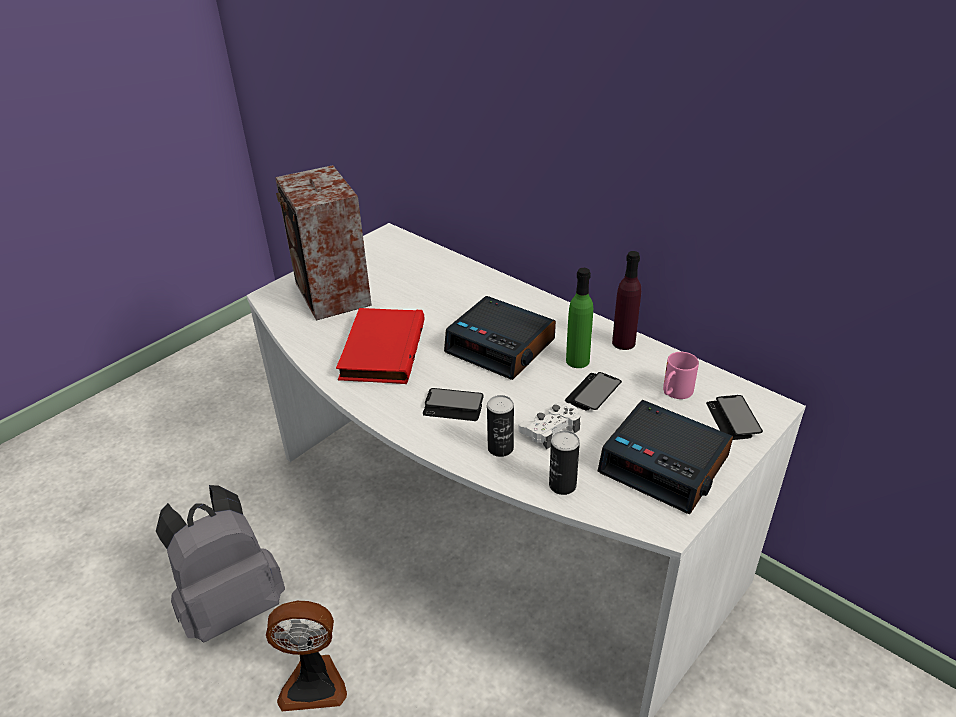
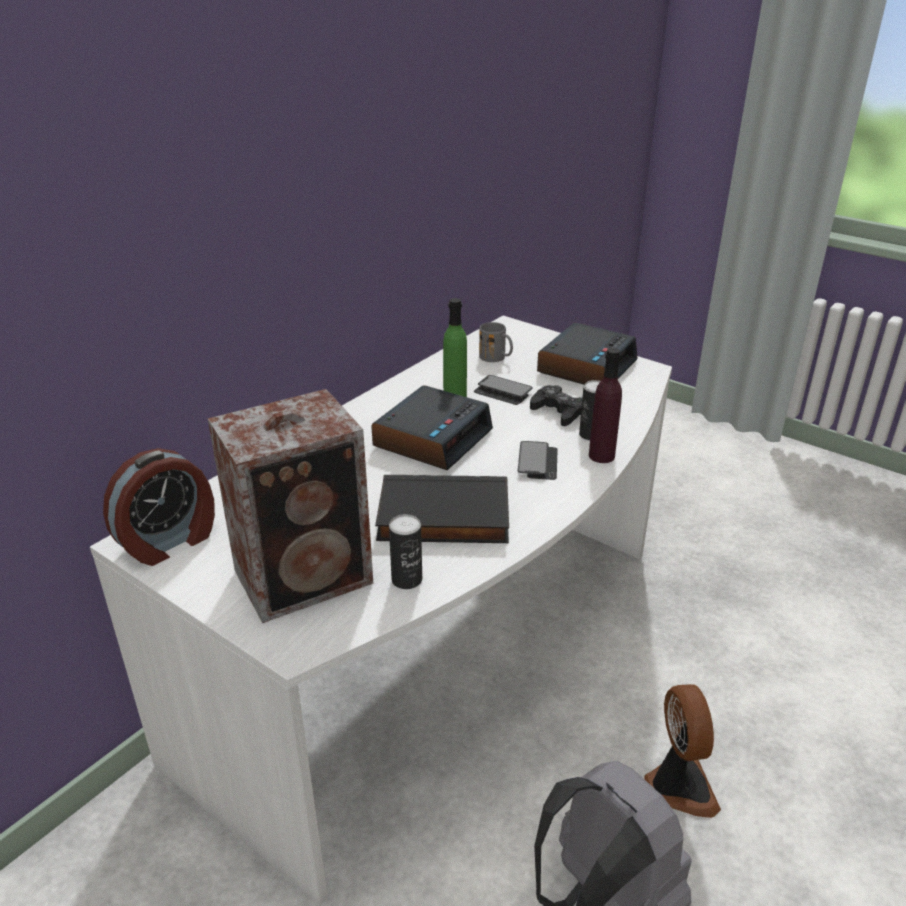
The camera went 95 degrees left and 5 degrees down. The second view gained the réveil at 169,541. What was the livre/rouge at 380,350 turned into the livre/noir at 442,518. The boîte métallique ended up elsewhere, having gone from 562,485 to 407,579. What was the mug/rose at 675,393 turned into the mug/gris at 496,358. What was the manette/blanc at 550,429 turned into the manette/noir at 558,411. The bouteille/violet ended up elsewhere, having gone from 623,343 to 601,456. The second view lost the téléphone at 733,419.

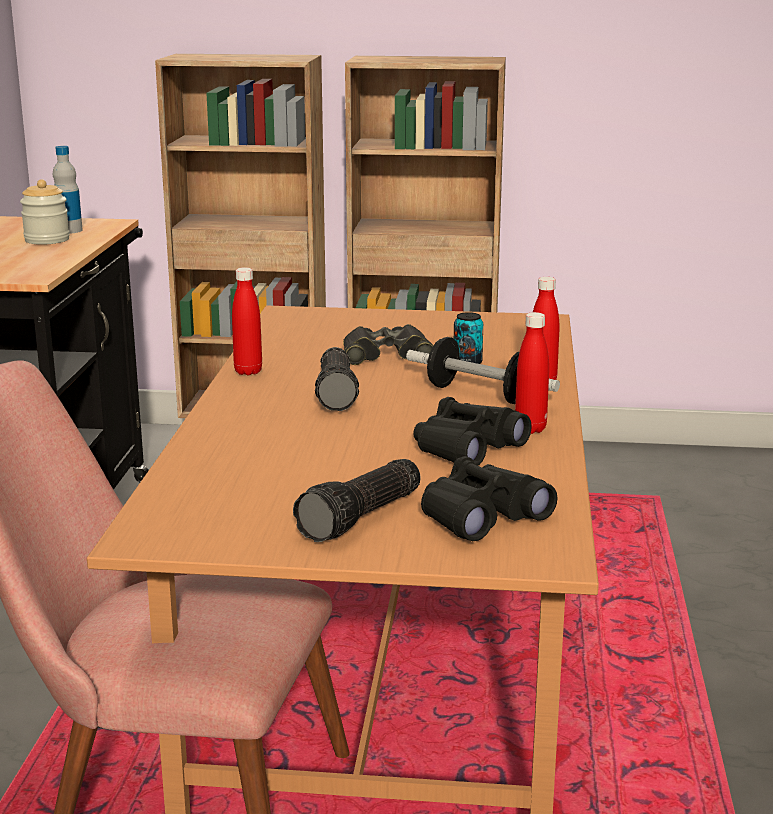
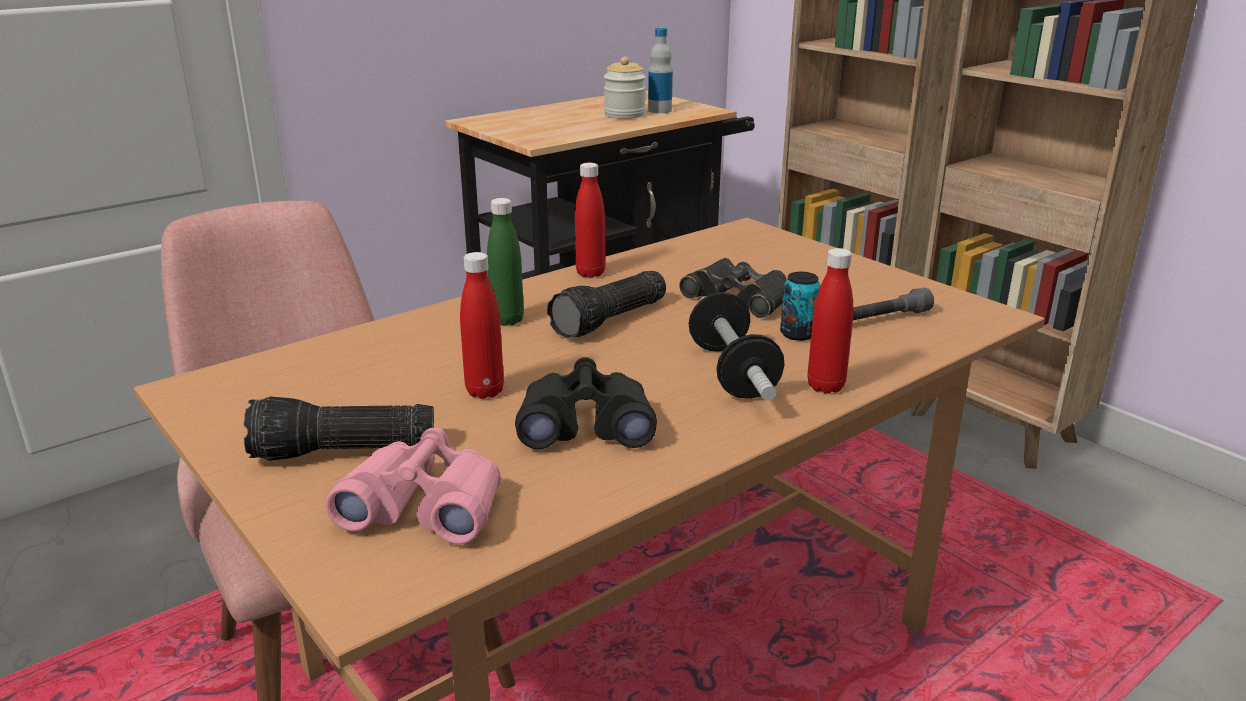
The camera went 45 degrees right and 5 degrees up. What was the jumelles/noir at 481,516 turned into the jumelles/rose at 425,507. The bouteille/rouge ended up elsewhere, having gone from 530,429 to 485,391. The second view gained the bouteille/vert at 507,320. The second view gained the lampe de poche/gris at 885,318.

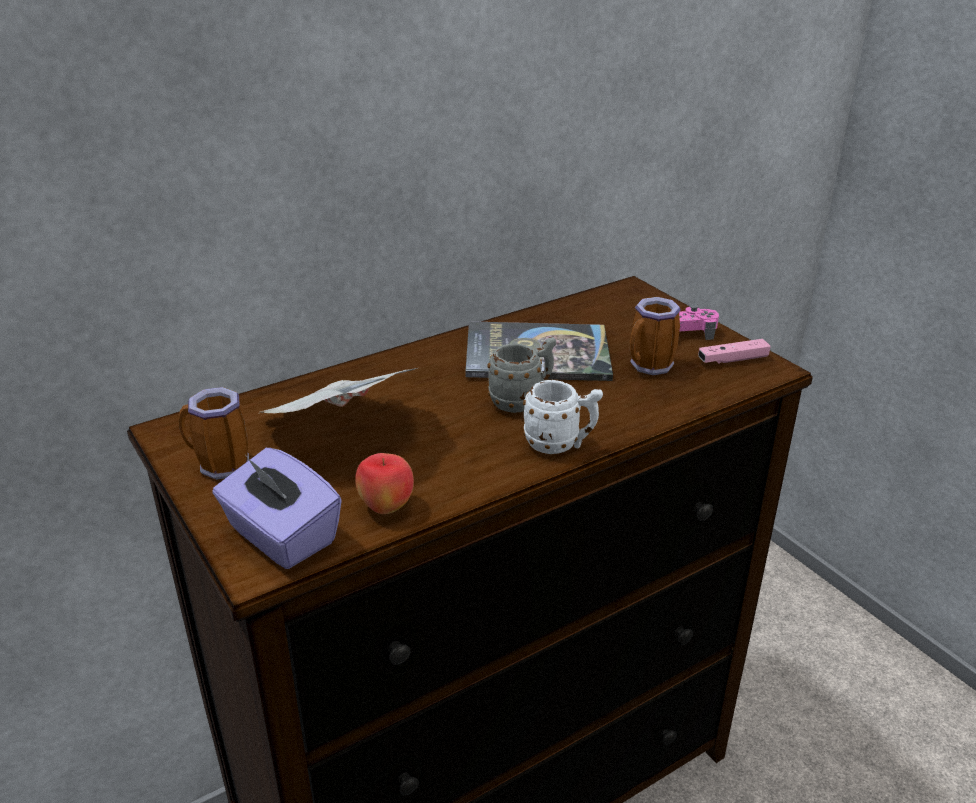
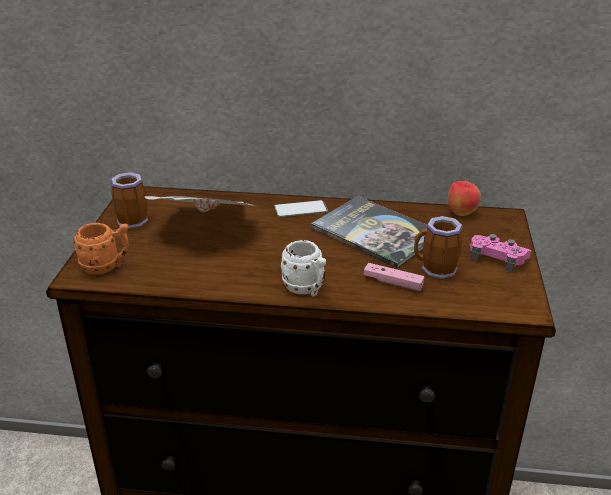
The camera went 40 degrees right and 0 degrees up. Where the boîte à mouchoirs/violet stood at 281,536, the mug/orange came to stand at 107,267. The second view gained the téléphone at 301,209. The manette/rose ended up elsewhere, having gone from 733,359 to 393,282. The pomme ended up elsewhere, having gone from 386,507 to 461,213. The second view lost the mug/gris at 522,401.

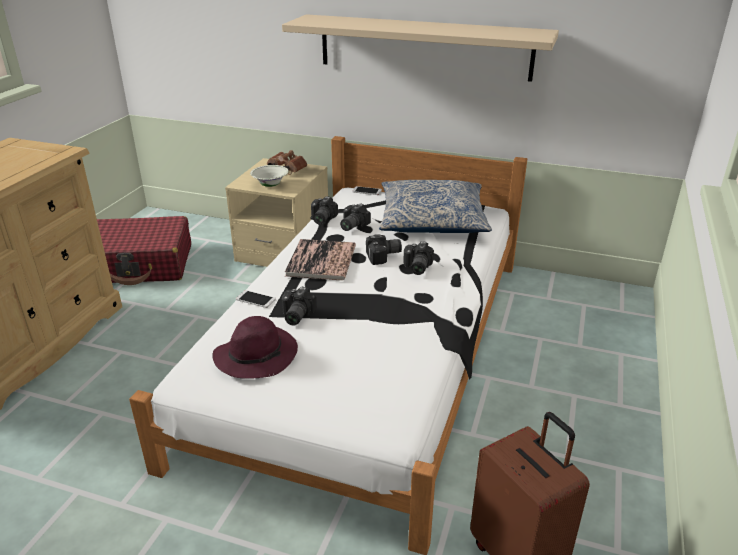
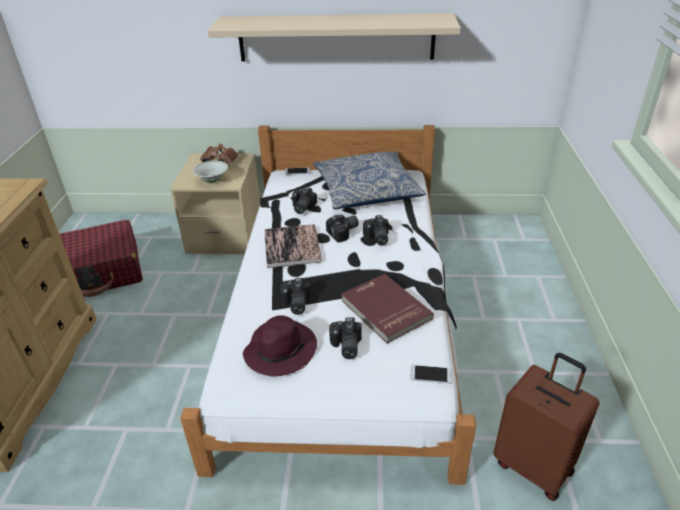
The camera went 15 degrees left and 5 degrees up. The appareil photo ended up elsewhere, having gone from 321,219 to 345,346. The second view gained the livre/rouge at 384,310. The téléphone ended up elsewhere, having gone from 255,299 to 430,374.

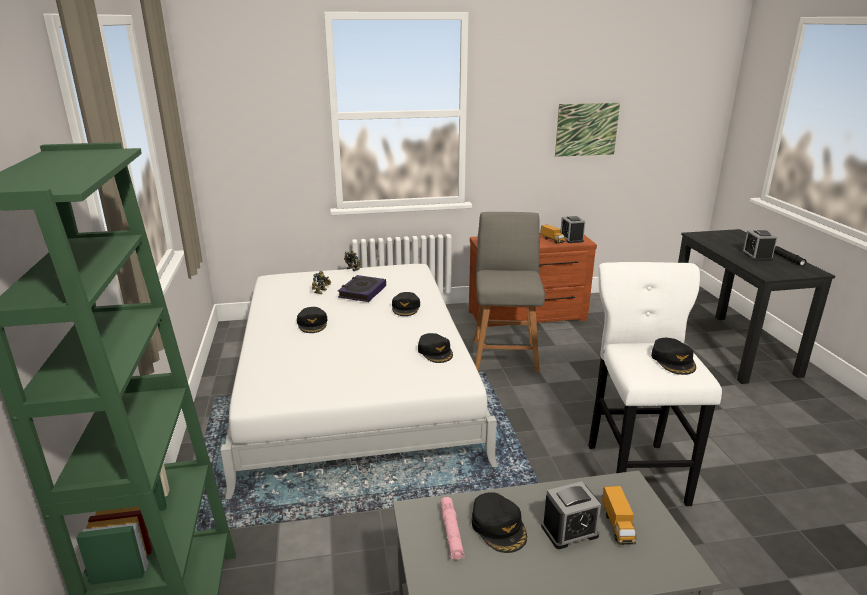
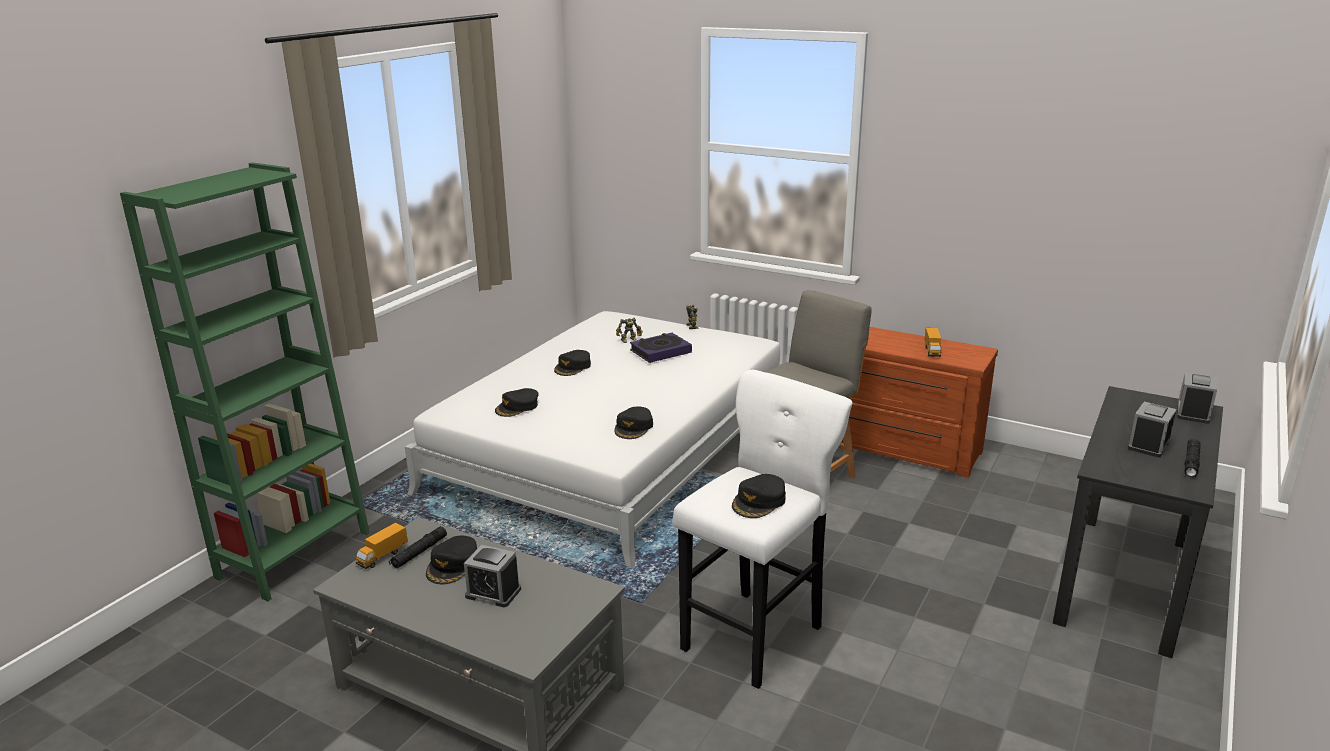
The camera went 40 degrees right and 0 degrees up. The camion jouet ended up elsewhere, having gone from 617,525 to 382,557. What was the lampe de poche/rose at 451,533 turned into the lampe de poche/noir at 419,552. The casquette/noir ended up elsewhere, having gone from 406,307 to 517,407. The réveil ended up elsewhere, having gone from 571,239 to 1193,413. The second view lost the tableau at 586,129.

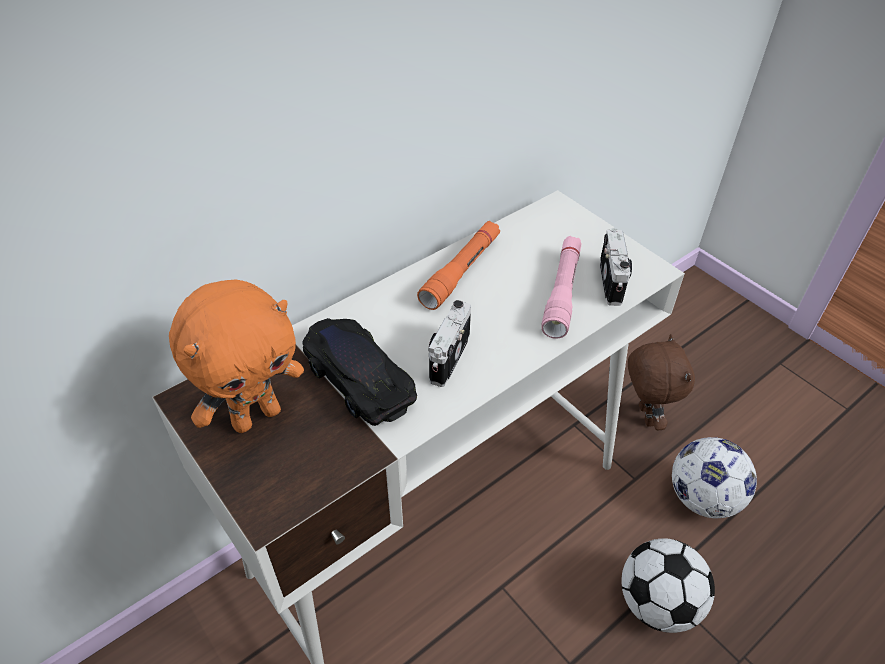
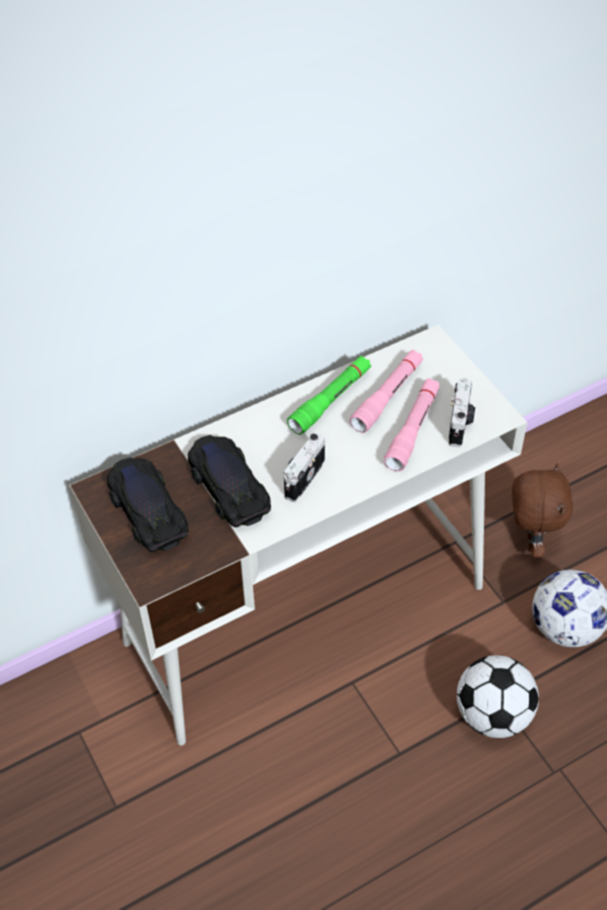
The camera went 10 degrees right and 5 degrees up. Where the peluche/orange stood at 256,416, the petite voiture/noir came to stand at 147,509. What was the lampe de poche/orange at 461,271 turned into the lampe de poche/vert at 330,400. The second view gained the lampe de poche/rose at 387,396.

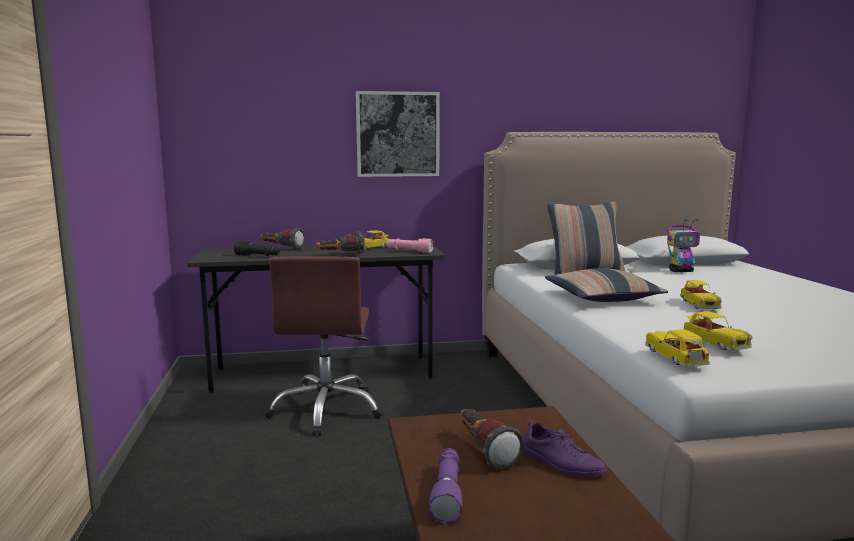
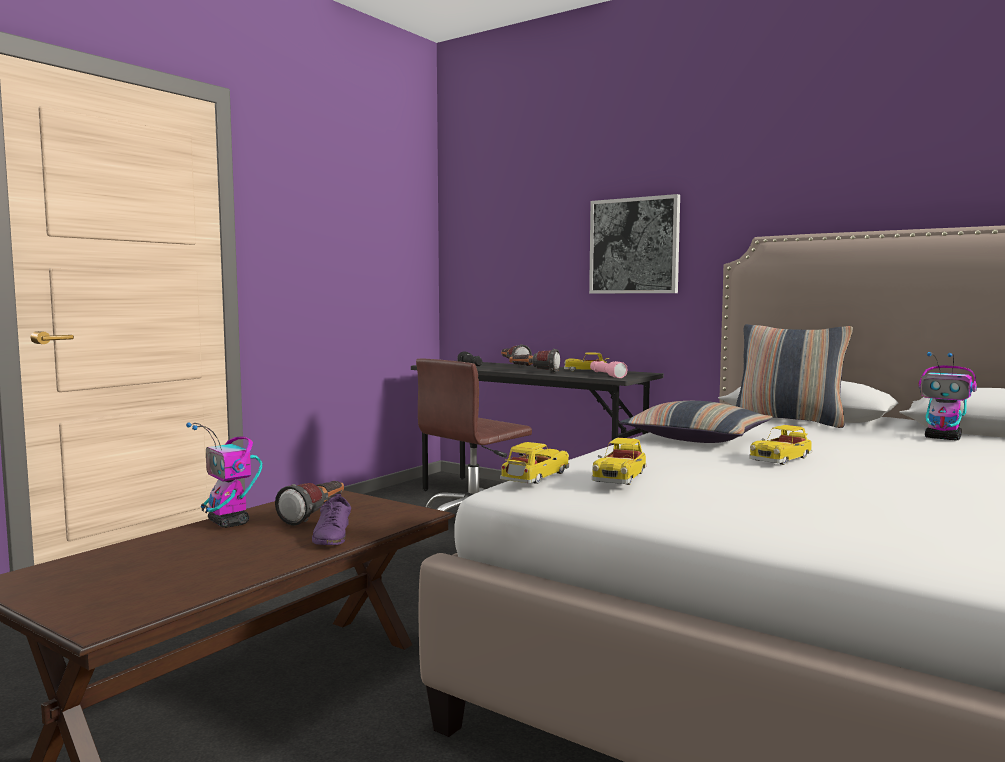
The camera went 45 degrees right and 5 degrees down. Where the lampe de poche/violet stood at 447,493, the robot jouet came to stand at 229,523.

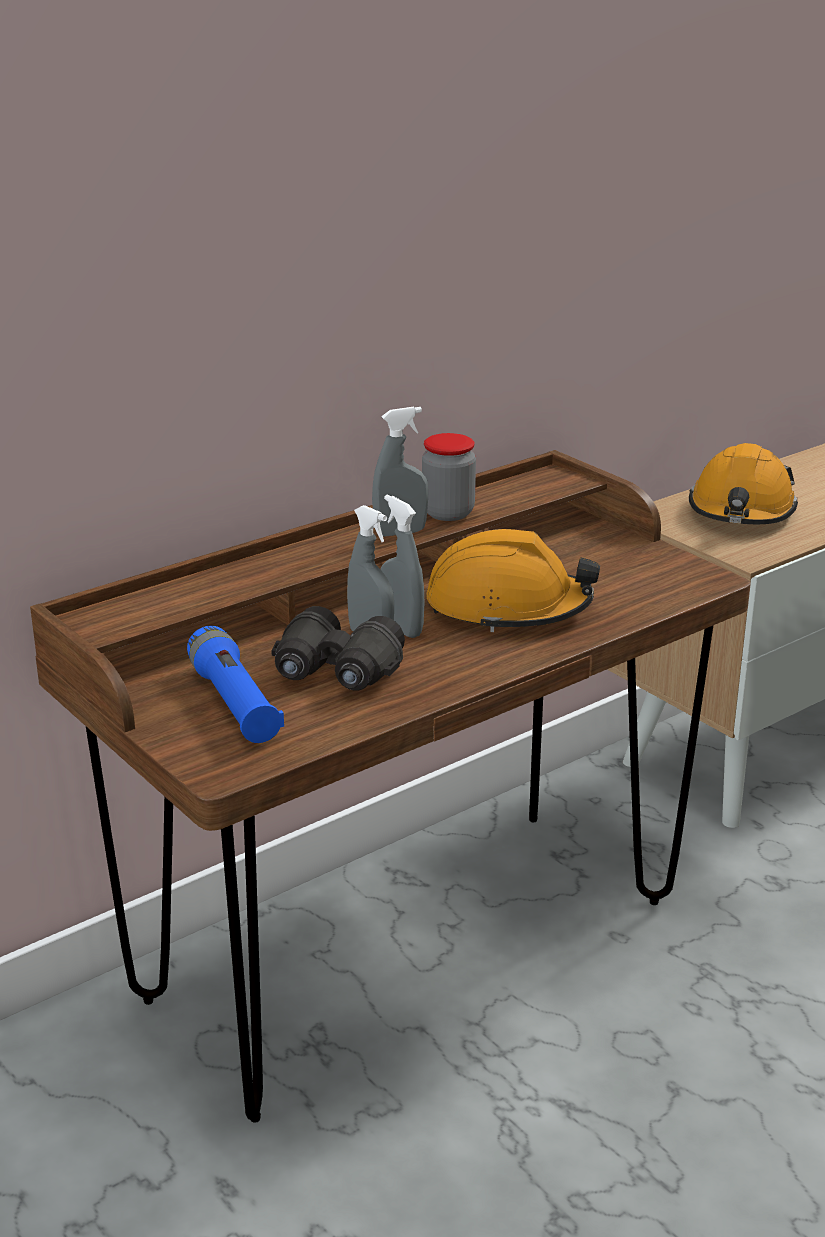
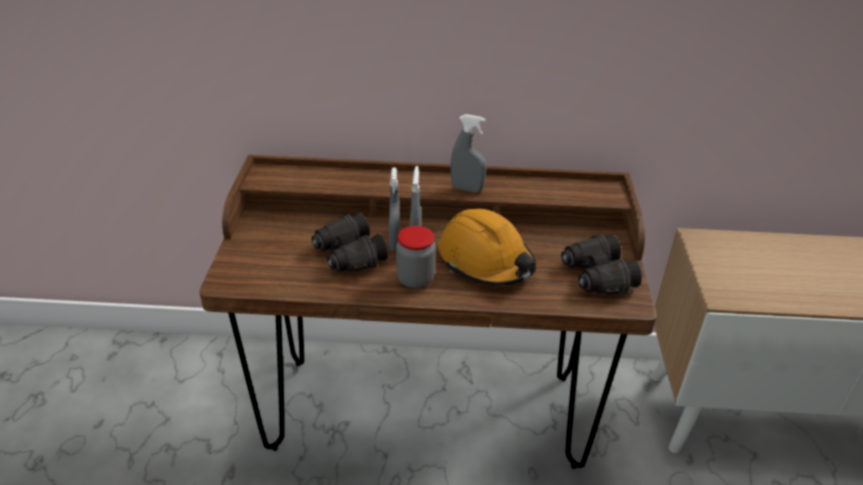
The camera went 40 degrees right and 10 degrees up. The bocal ended up elsewhere, having gone from 448,513 to 415,279. The second view gained the jumelles/noir at 596,277. The second view lost the lampe de poche/bleu at 235,704. The second view lost the casque de chantier/orange at 741,511.

